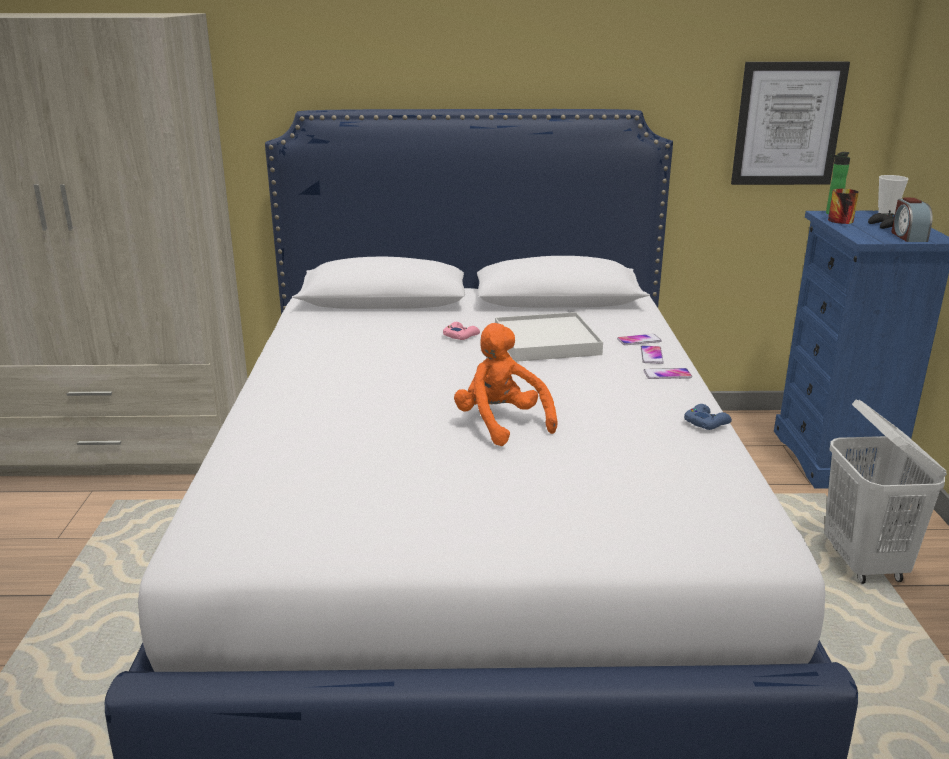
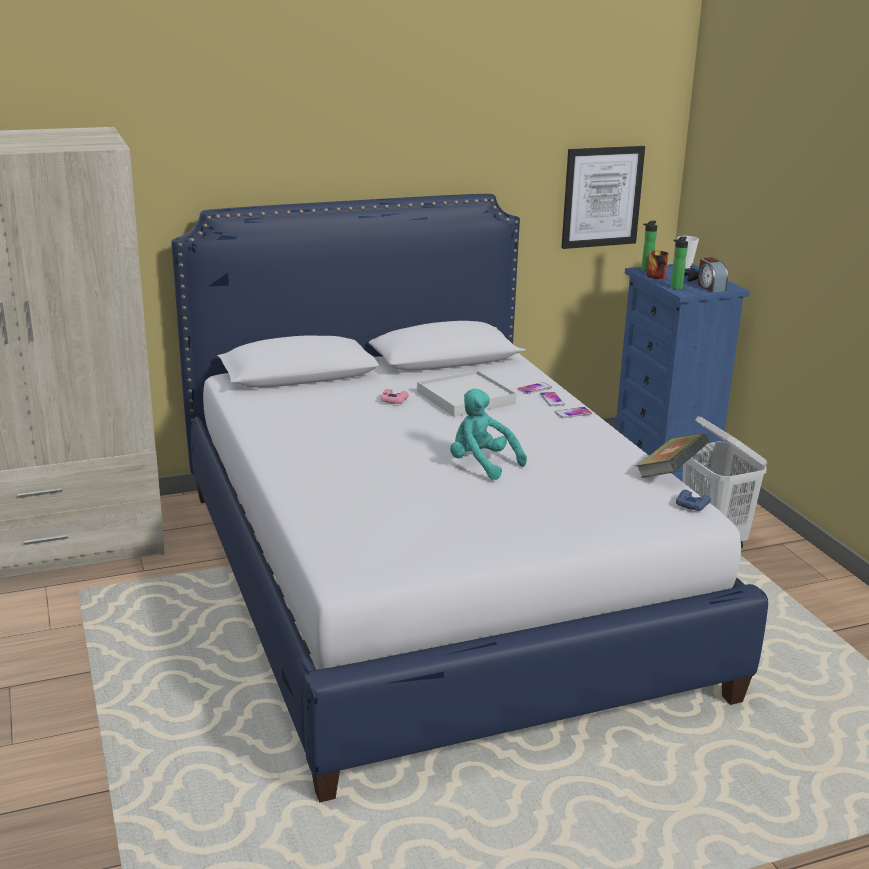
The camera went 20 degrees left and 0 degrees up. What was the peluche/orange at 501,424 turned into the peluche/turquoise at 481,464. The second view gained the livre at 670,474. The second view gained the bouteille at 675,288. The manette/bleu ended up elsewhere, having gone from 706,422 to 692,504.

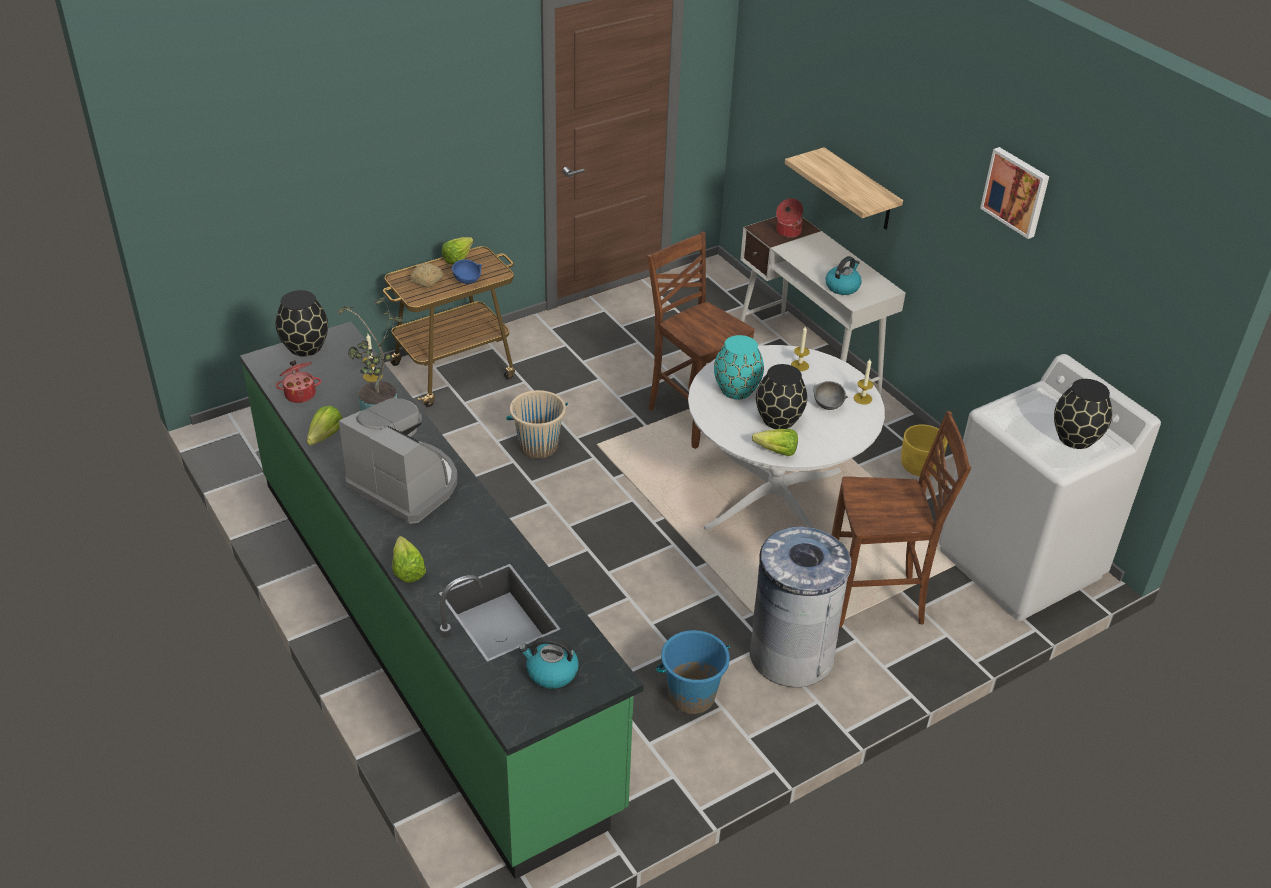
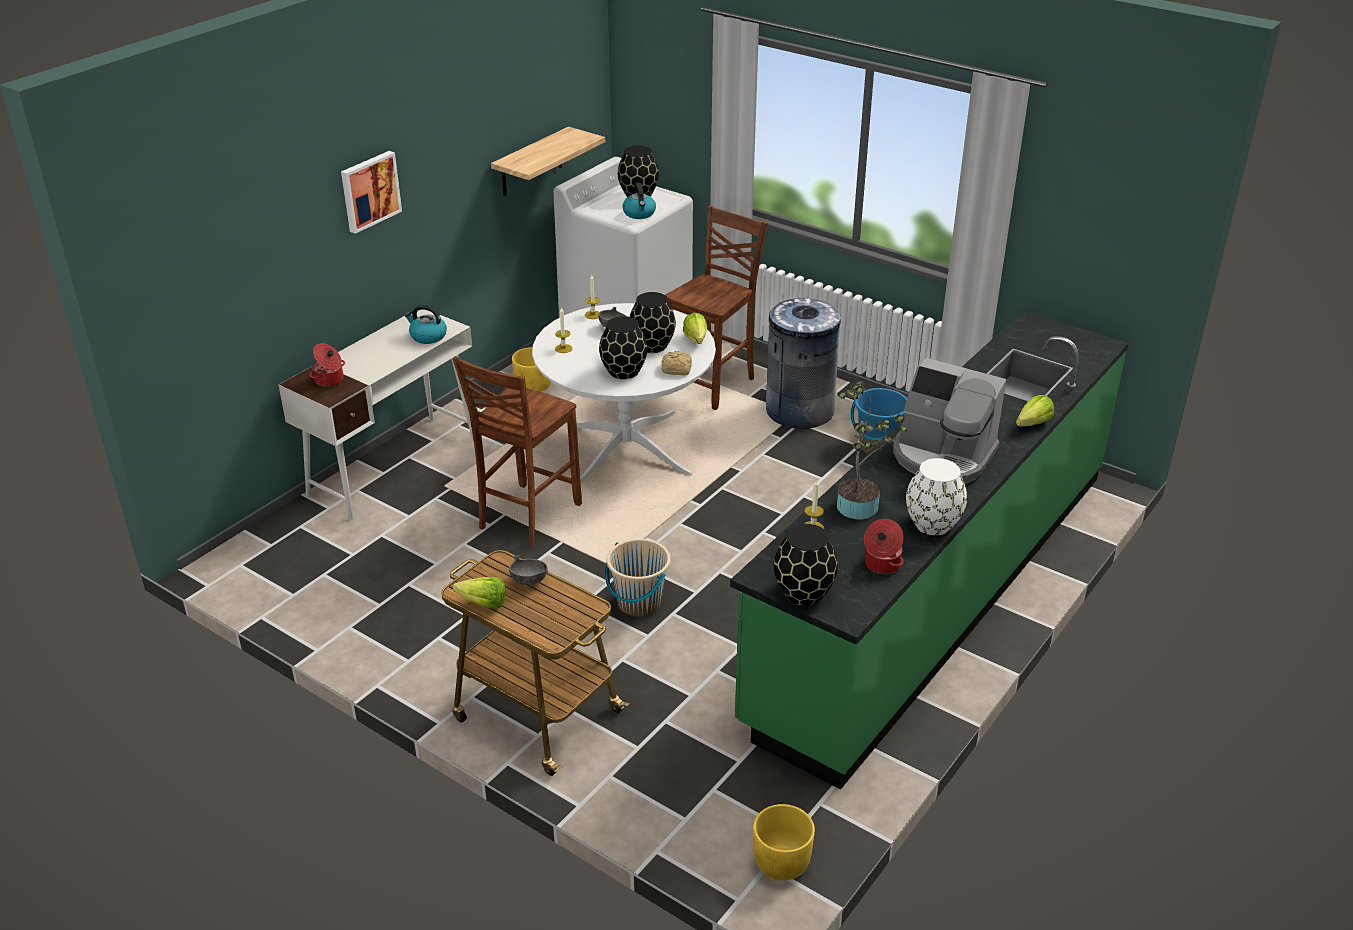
The camera went 110 degrees left and 5 degrees down. The tableau ended up elsewhere, having gone from 1016,191 to 369,191. The étagère ended up elsewhere, having gone from 859,190 to 531,162. What was the bol/bleu at 467,280 turned into the bol/gris at 529,580. What was the vase/turquoise at 737,390 turned into the vase/noir at 624,371. The bouilloire ended up elsewhere, having gone from 551,672 to 639,214. The pain ended up elsewhere, having gone from 426,281 to 677,369. The chaise/marron at 876,600 ended up facing another way, 60 degrees clockwise from before. The second view gained the cache-pot/jaune at 781,862. The machine à café at 406,484 ended up facing another way, 75 degrees counterclockwise from before. Where the laitue stood at 322,439, the vase/blanc came to stand at 932,524.

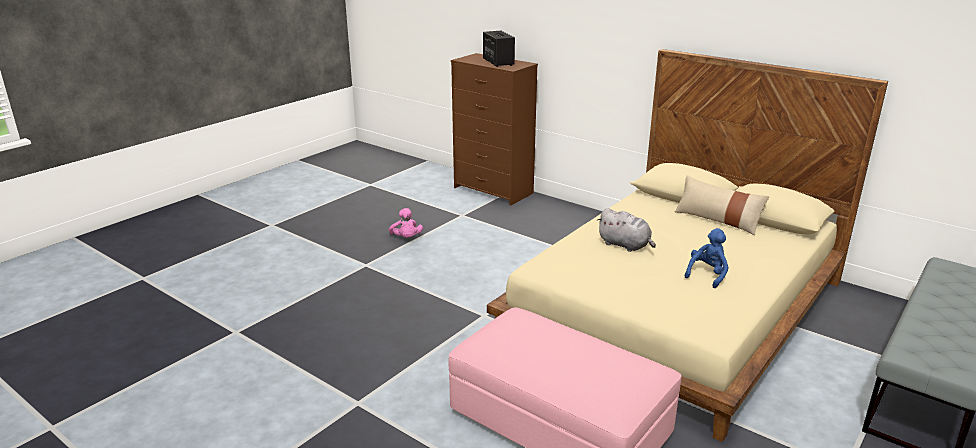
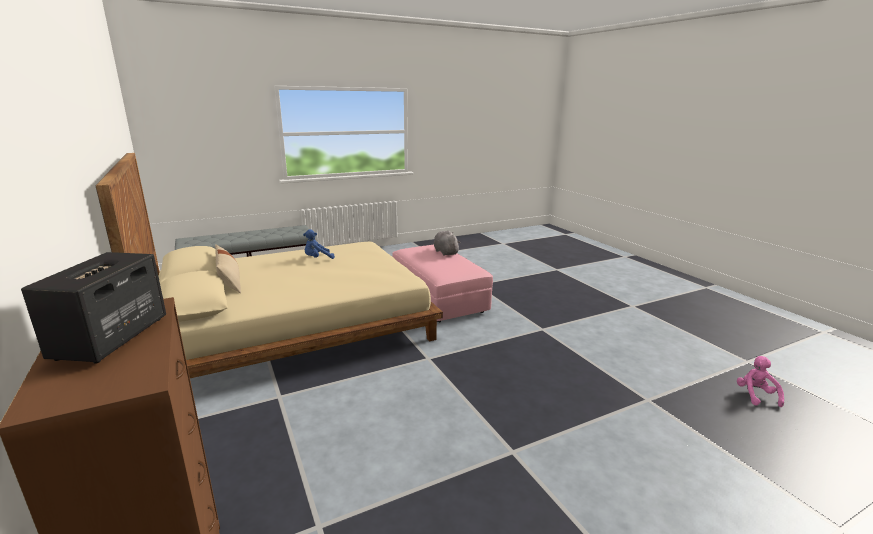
The camera went 155 degrees left and 5 degrees down. The peluche/gris ended up elsewhere, having gone from 625,245 to 445,252. The peluche/rose ended up elsewhere, having gone from 406,238 to 755,395.

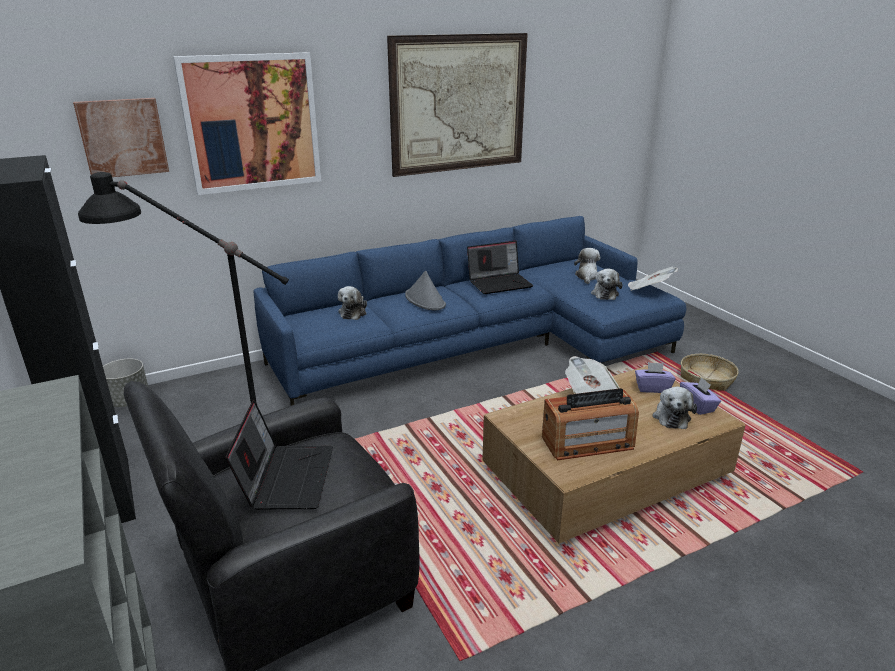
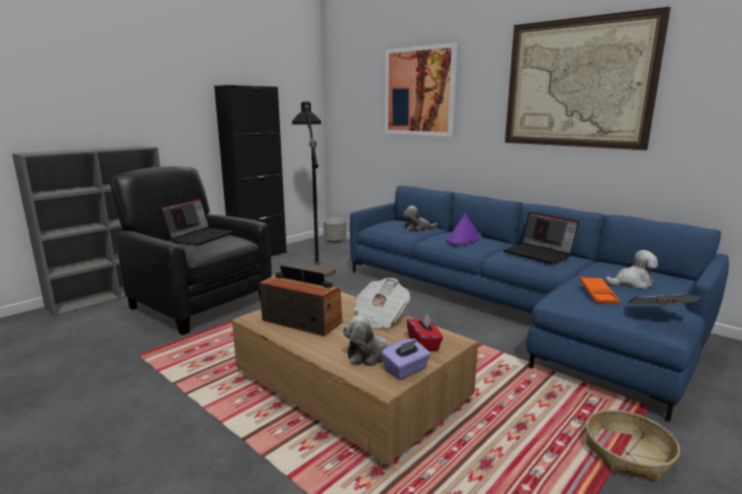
The camera went 70 degrees right and 10 degrees down. The ordinateur portable at 286,477 ended up facing another way, 45 degrees counterclockwise from before. The radio at 587,443 ended up facing another way, 150 degrees clockwise from before. What was the boîte à mouchoirs/violet at 652,388 turned into the boîte à mouchoirs/rouge at 424,344. What was the chapeau/gris at 425,300 turned into the chapeau/violet at 463,239. Where the peluche stood at 604,293, the plateau/orange came to stand at 598,294. The second view lost the tableau at 123,137.

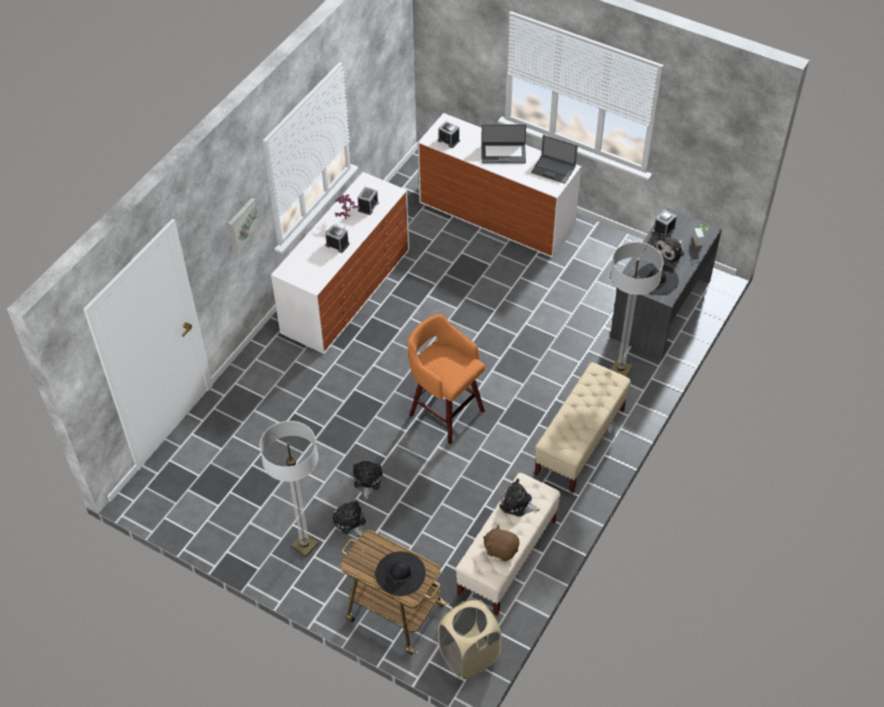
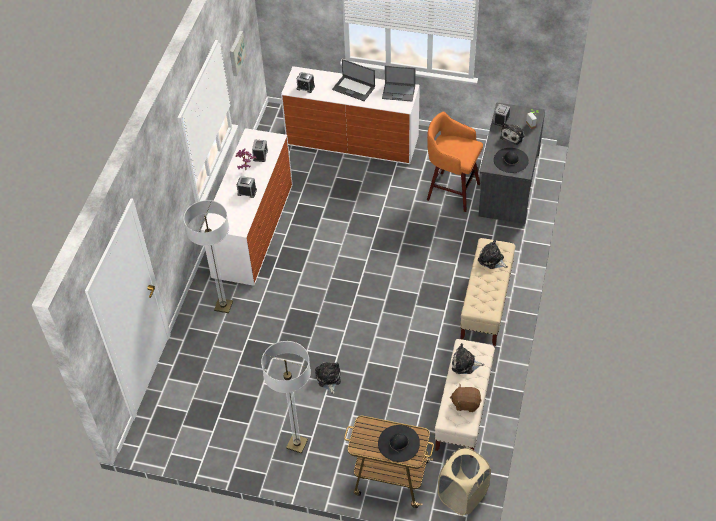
The camera went 15 degrees left and 0 degrees up. The lampadaire ended up elsewhere, having gone from 620,369 to 223,306. The tableau ended up elsewhere, having gone from 242,224 to 236,53. The ordinateur portable at 503,153 ended up facing another way, 45 degrees clockwise from before. The tabouret/orange ended up elsewhere, having gone from 445,411 to 451,191. The peluche ended up elsewhere, having gone from 350,522 to 492,260.

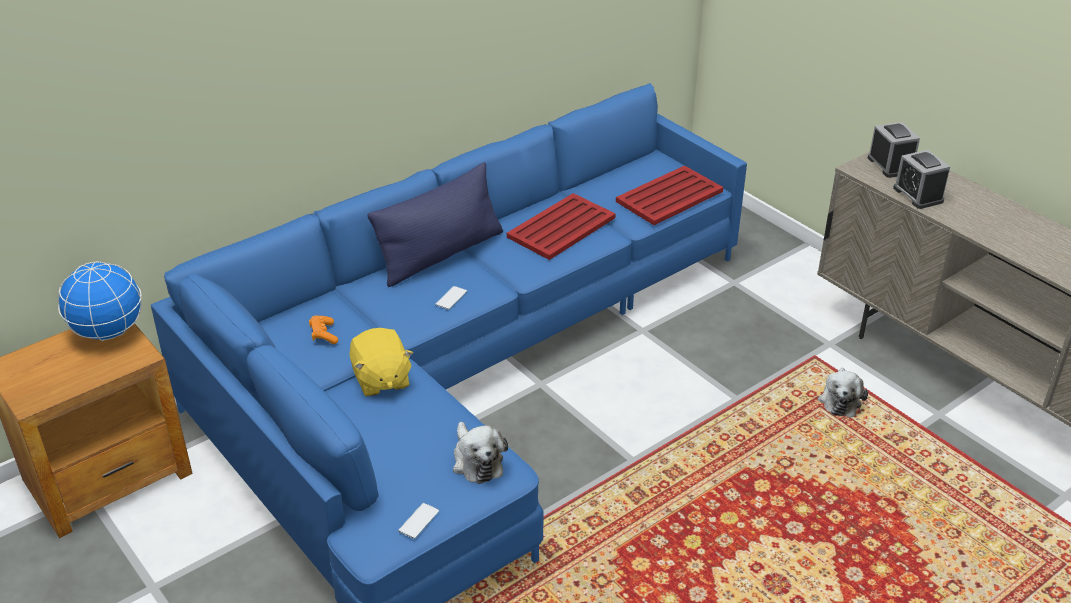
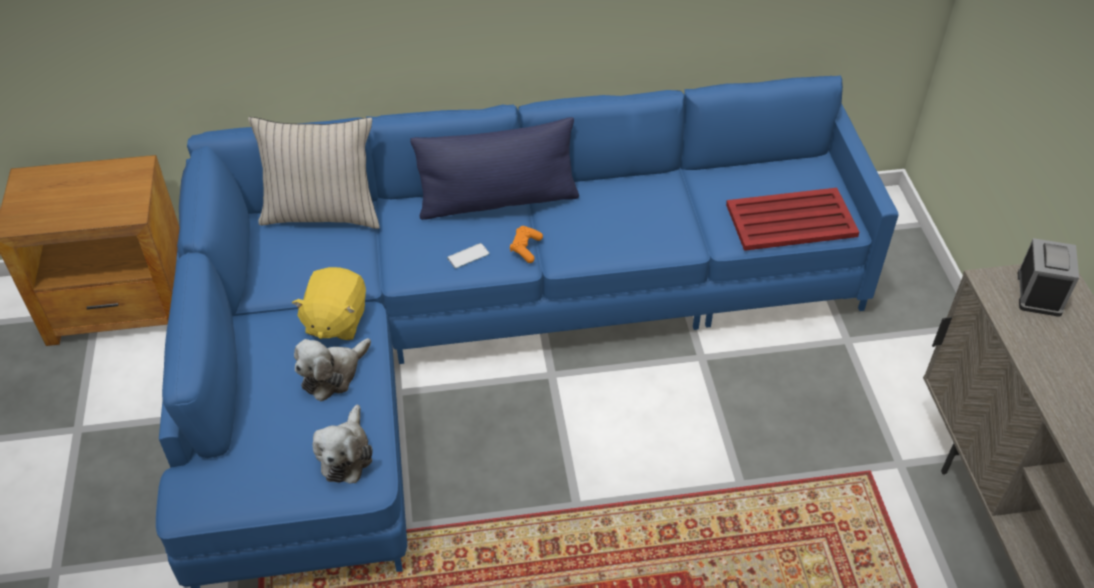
The camera went 30 degrees right and 10 degrees up. The second view gained the coussin/beige at 322,213. The peluche ended up elsewhere, having gone from 839,400 to 333,374. The manette/orange ended up elsewhere, having gone from 323,335 to 525,248. The second view lost the globe at 108,332. The second view lost the téléphone at 418,521. The second view lost the plateau/rouge at 560,228. The second view lost the réveil at 918,195.

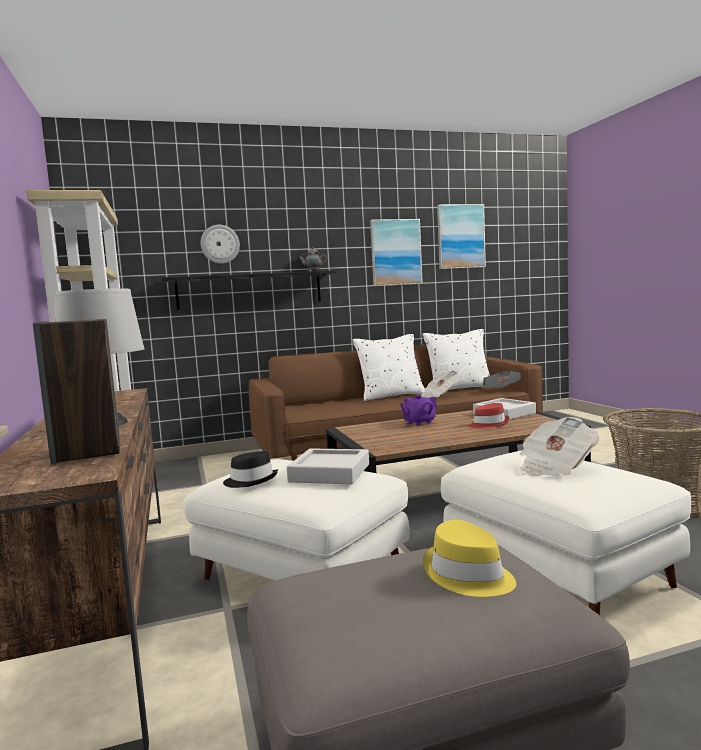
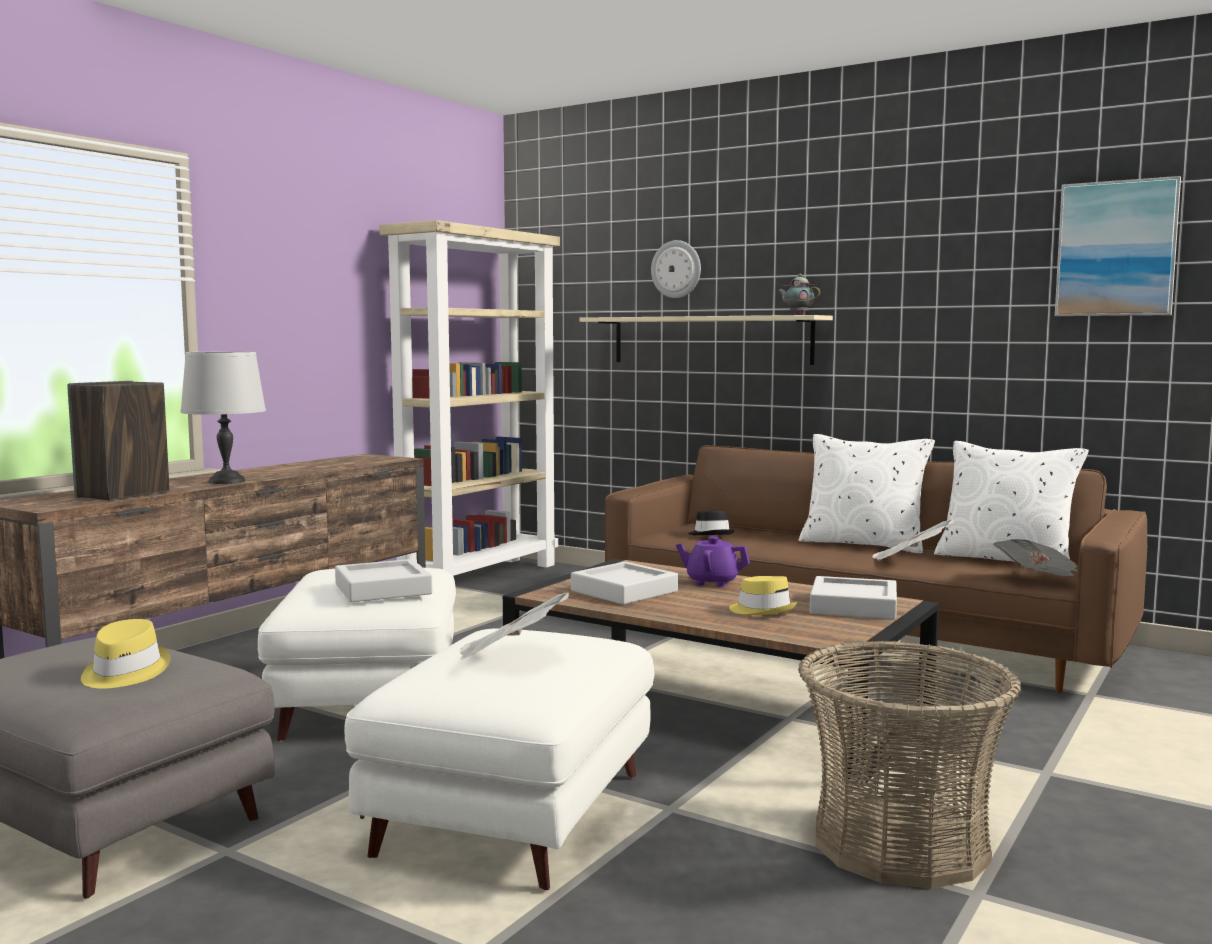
The camera went 50 degrees right and 0 degrees up. The second view gained the plateau/gris at 624,591. What was the étagère/noir at 250,290 turned into the étagère/beige at 710,340. The chapeau/noir ended up elsewhere, having gone from 251,481 to 710,534. What was the chapeau/rouge at 488,424 turned into the chapeau/jaune at 762,610. The second view lost the tableau at 395,252.

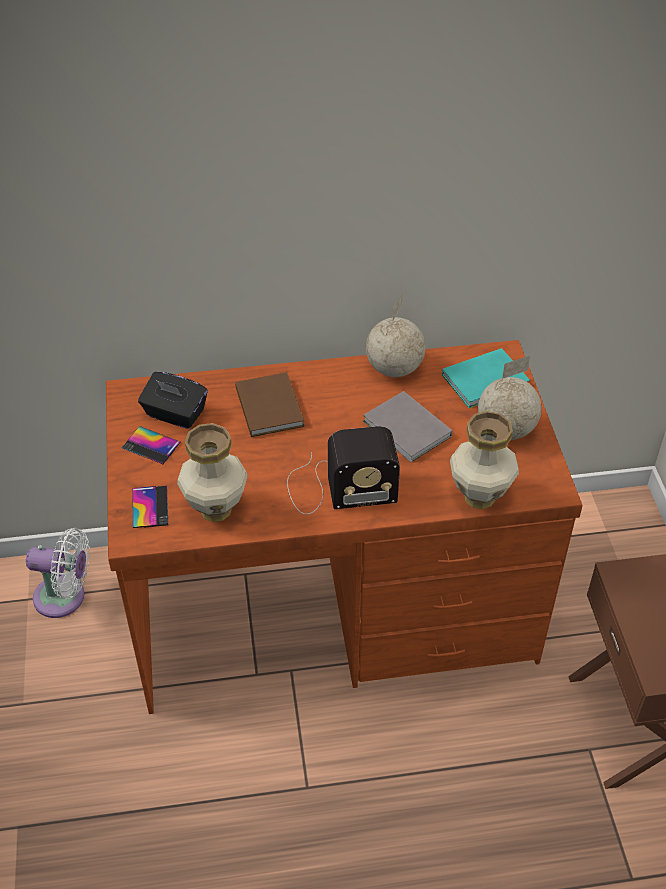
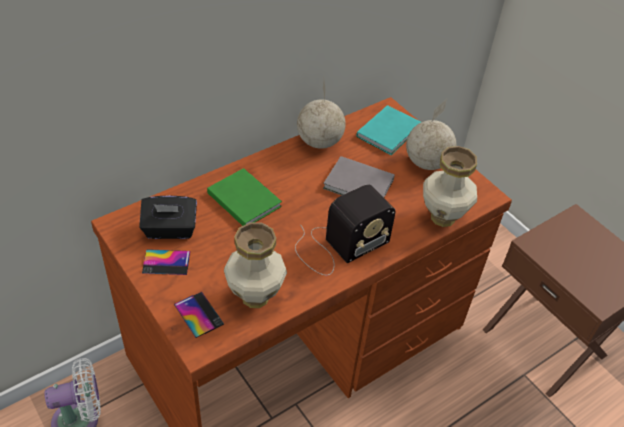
The camera went 30 degrees left and 0 degrees up. What was the livre/marron at 270,405 turned into the livre/vert at 244,198.

